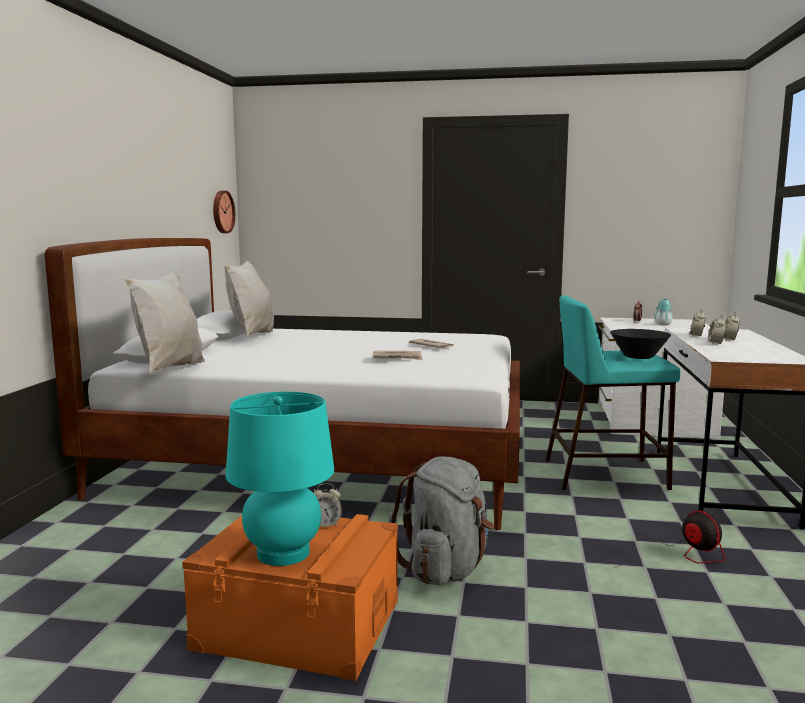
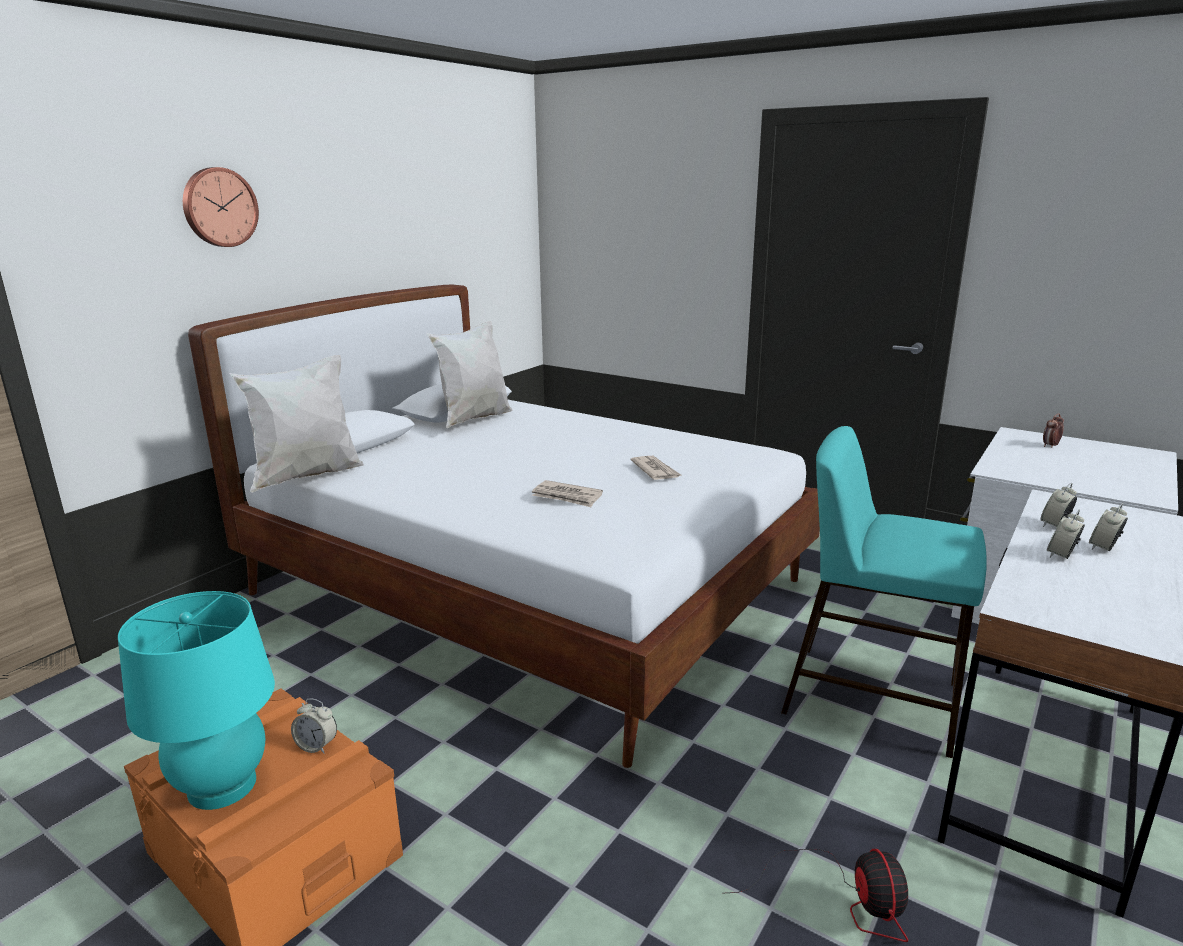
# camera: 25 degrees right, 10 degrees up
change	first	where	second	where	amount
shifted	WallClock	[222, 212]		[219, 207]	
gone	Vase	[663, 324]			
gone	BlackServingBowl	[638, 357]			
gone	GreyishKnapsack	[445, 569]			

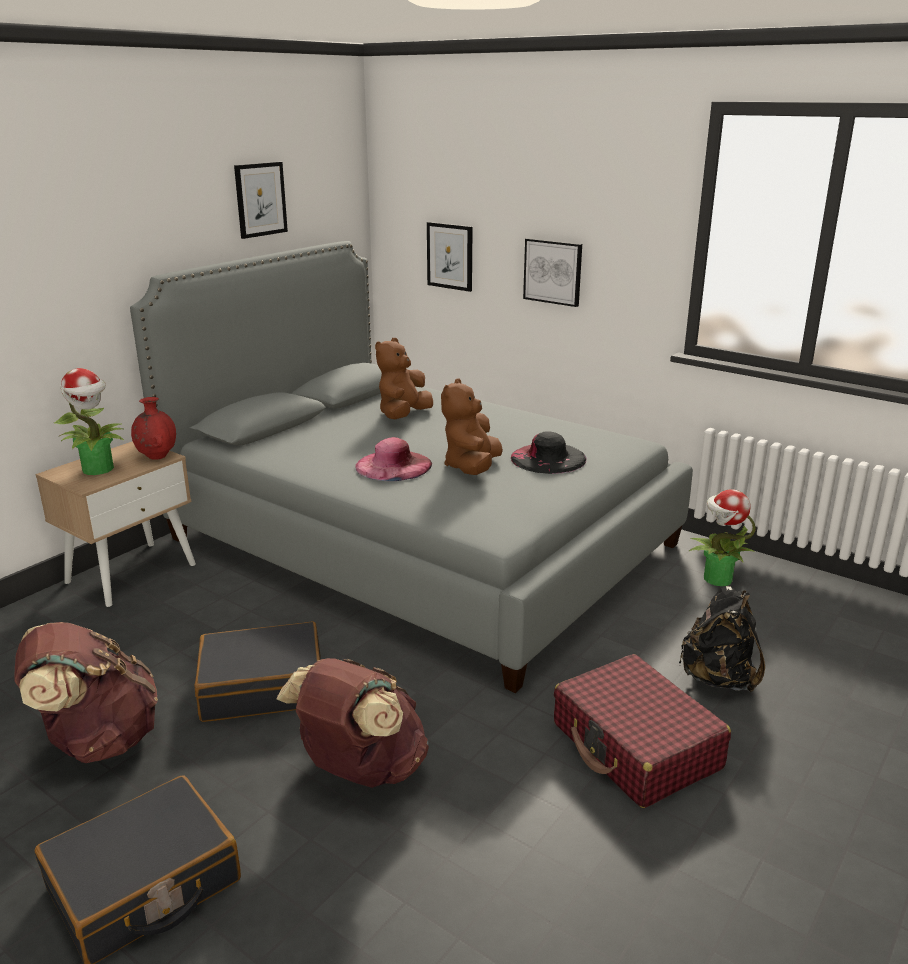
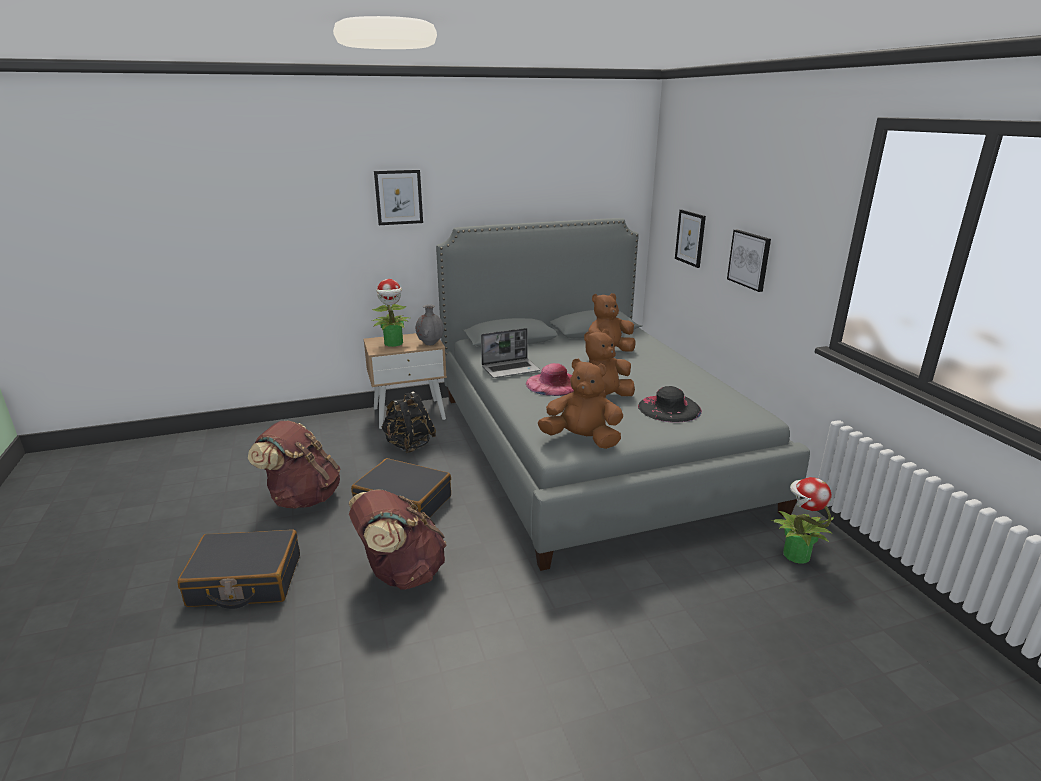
# camera: 35 degrees right, 0 degrees up
change	first	where	second	where	amount
shifted	Picture	[260, 199]		[398, 197]	
repainted	RedColouredVase	[157, 456]	GreyishVase	[430, 343]	
shifted	BlackKnapsack	[718, 678]		[409, 445]	
gone	RedColouredPieceOfLuggage	[636, 746]			
new			PortableComputer	[511, 369]	
new			BrownColouredPlushToy	[582, 440]	

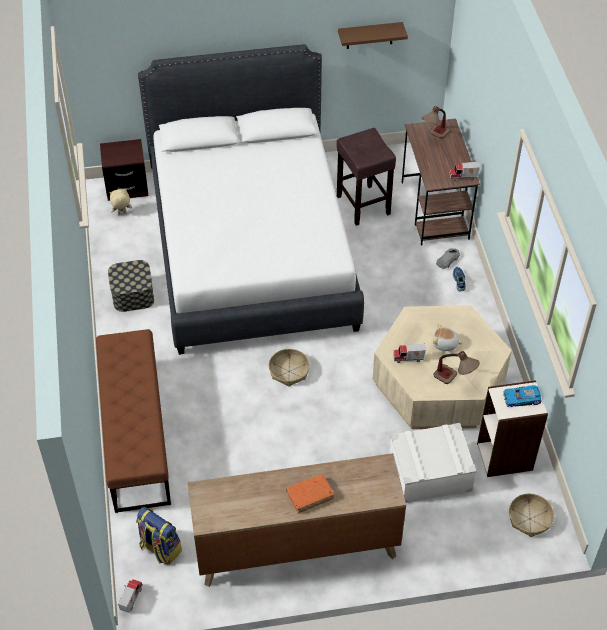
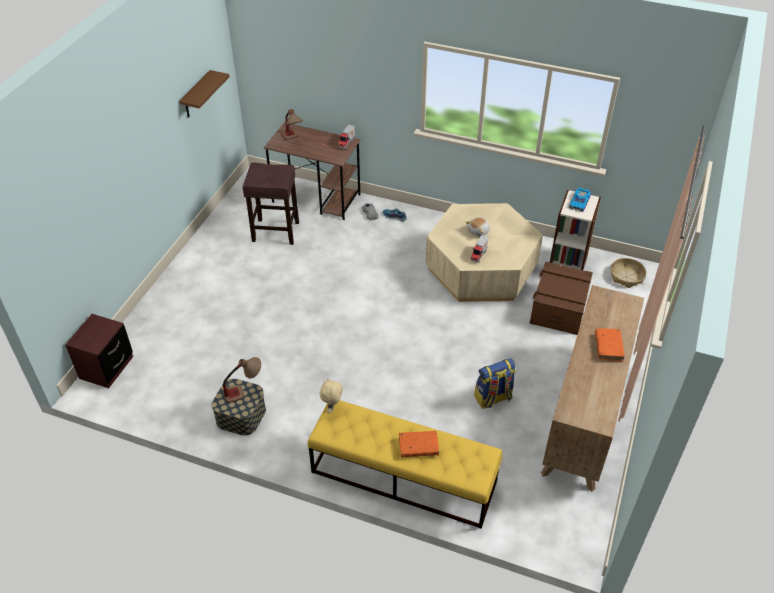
# camera: 60 degrees left, 5 degrees down
change	first	where	second	where	amount
gone	WhiteColouredBed	[252, 248]			
shifted	SandColouredPlushToy	[122, 214]		[332, 408]	
repainted	BrownColouredIndoorBench	[136, 433]	YellowishIndoorBench	[403, 477]	
gone	StorageBasket	[289, 371]			
shifted	TabletopLamp	[455, 380]		[244, 391]	
repainted	WhiteColouredStorageContainer	[430, 473]	BrownColouredStorageContainer	[559, 308]	
shifted	Knapsack	[160, 548]		[493, 398]	
gone	ToyTruck	[130, 599]			
new			OrangeVolume	[418, 447]	

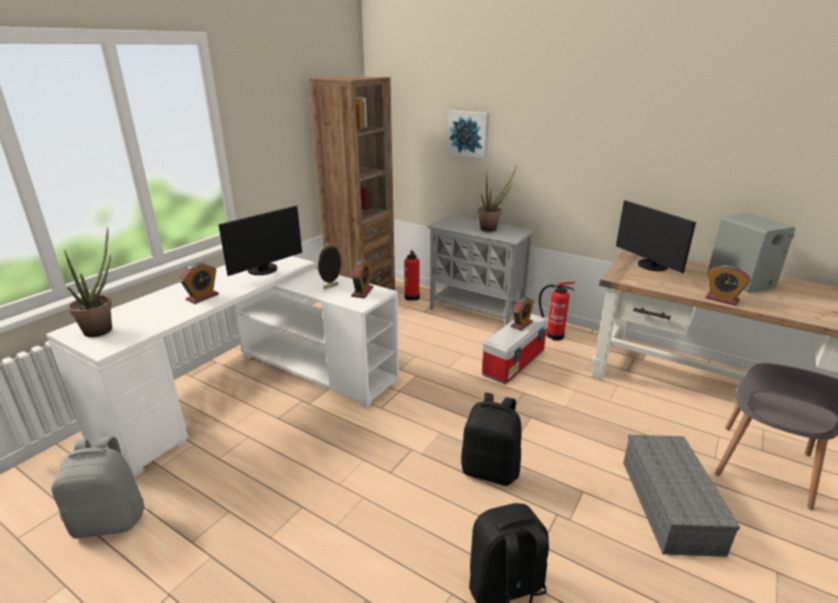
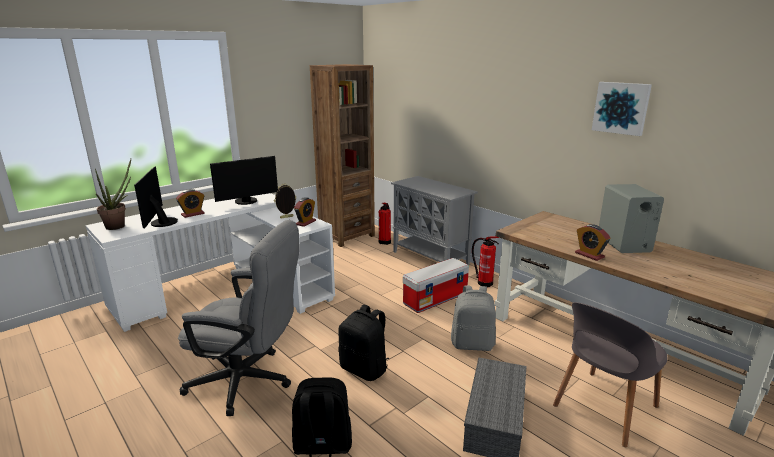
# camera: 15 degrees right, 5 degrees down
change	first	where	second	where	amount
shifted	Picture	[468, 134]		[621, 108]	
gone	PlantInAPot	[491, 228]			
shifted	ComputerScreen	[650, 266]		[161, 223]	
gone	TableClock	[521, 324]			
shifted	GreyishKnapsack	[111, 520]		[472, 344]	
new			GreyishOfficeChair	[249, 381]	

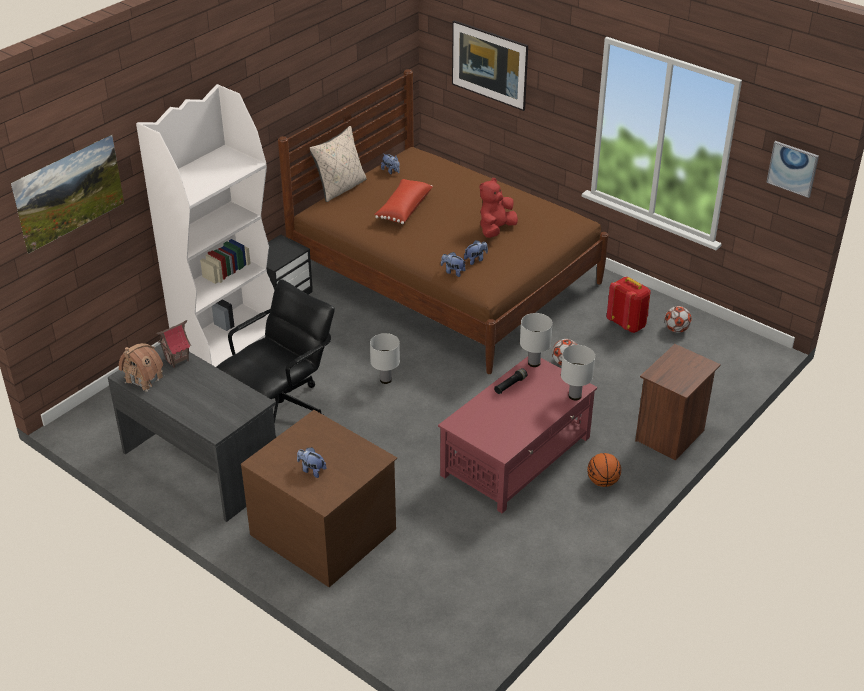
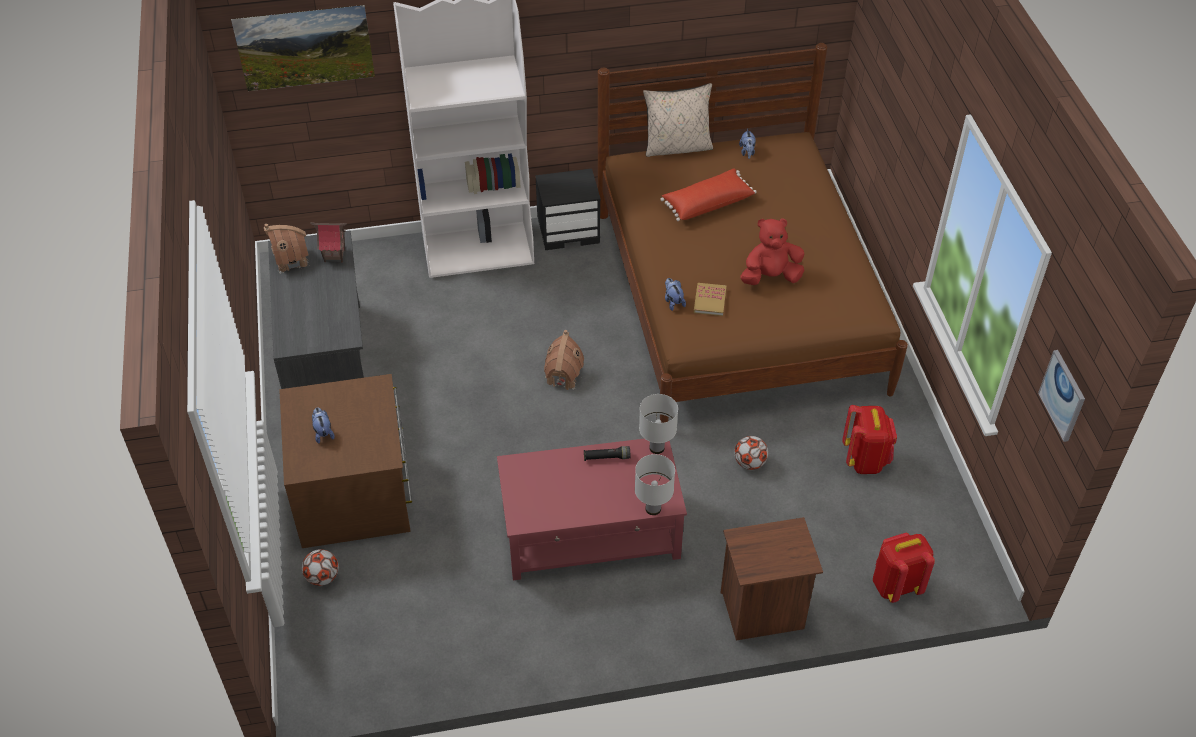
# camera: 40 degrees right, 10 degrees up
change	first	where	second	where	amount
gone	Picture	[489, 80]			
swapped	PlushToy	[475, 260]	Volume	[710, 300]	
gone	BlackOfficeChair	[282, 409]			
shifted	FootballBall	[676, 329]		[322, 577]	
swapped	WhiteColouredTabletopLamp	[385, 380]	ToyHouse	[563, 376]	
gone	BasketballBall	[602, 482]			
new			RedColouredKnapsack	[896, 585]	

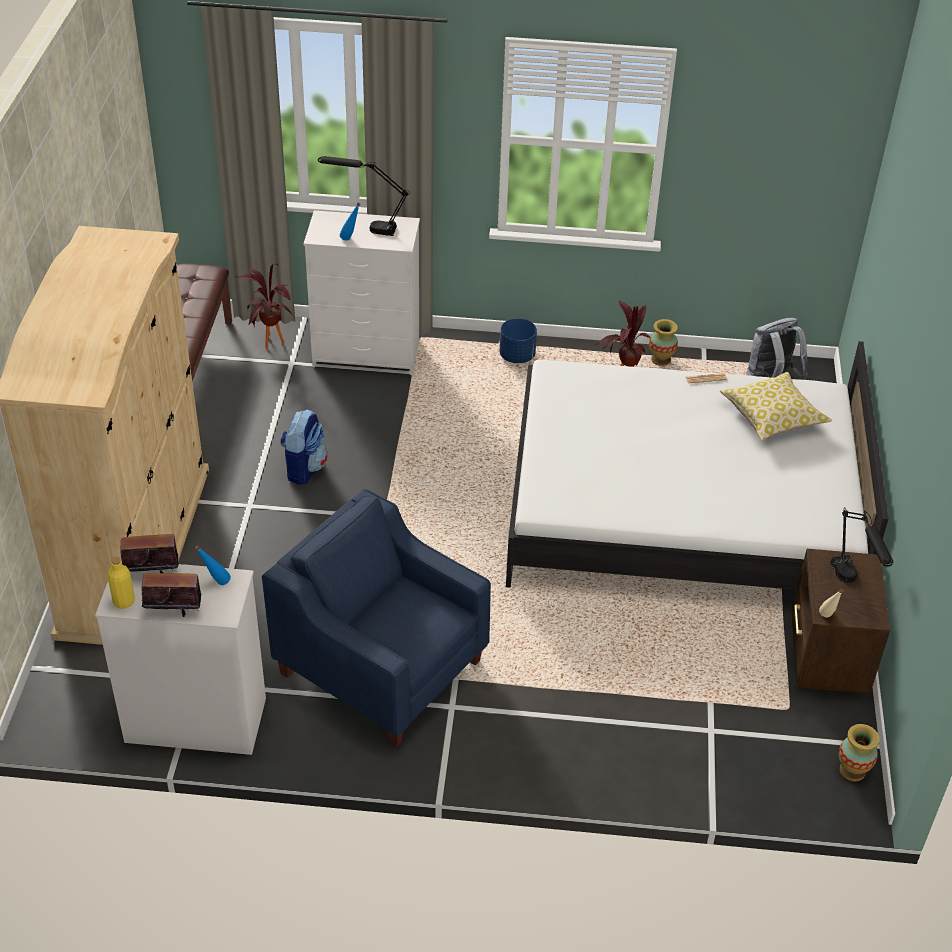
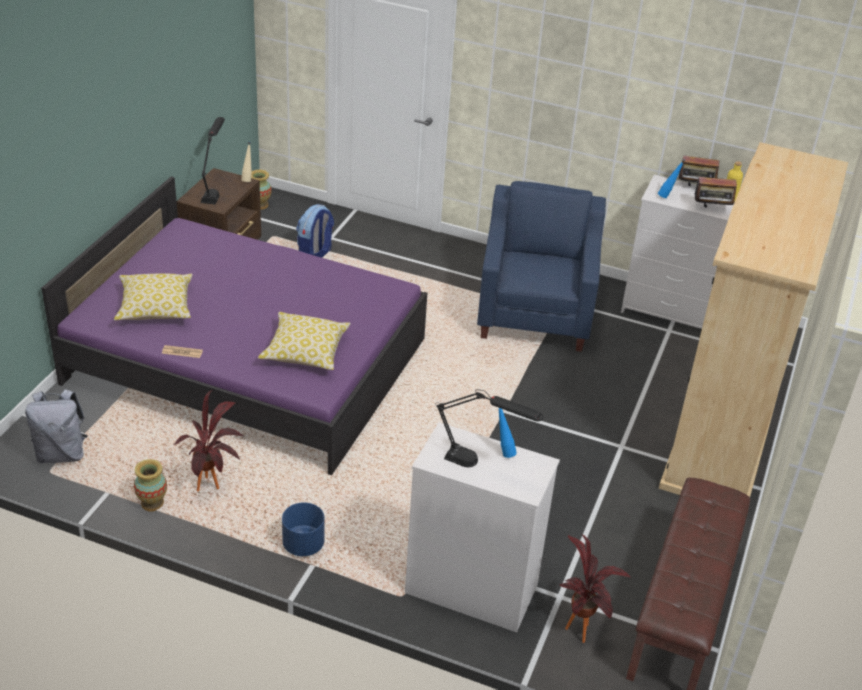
# camera: 165 degrees left, 5 degrees down
change	first	where	second	where	amount
repainted	WhiteColouredBed	[681, 509]	PurpleColouredBed	[247, 361]	
shifted	Knapsack	[304, 468]		[315, 255]	
rotated	BlueArmchair	[381, 667]		[535, 312]	135 degrees counterclockwise
new			Cushion	[305, 351]	

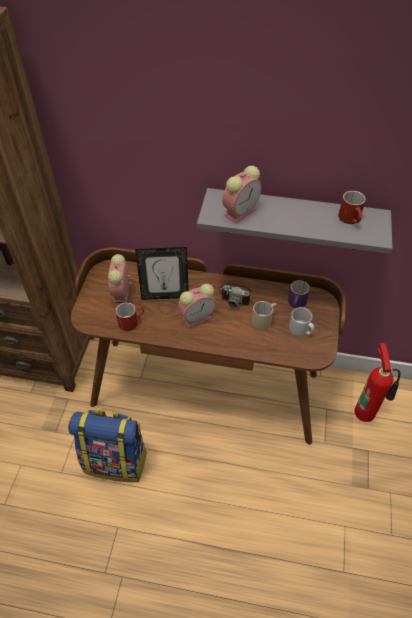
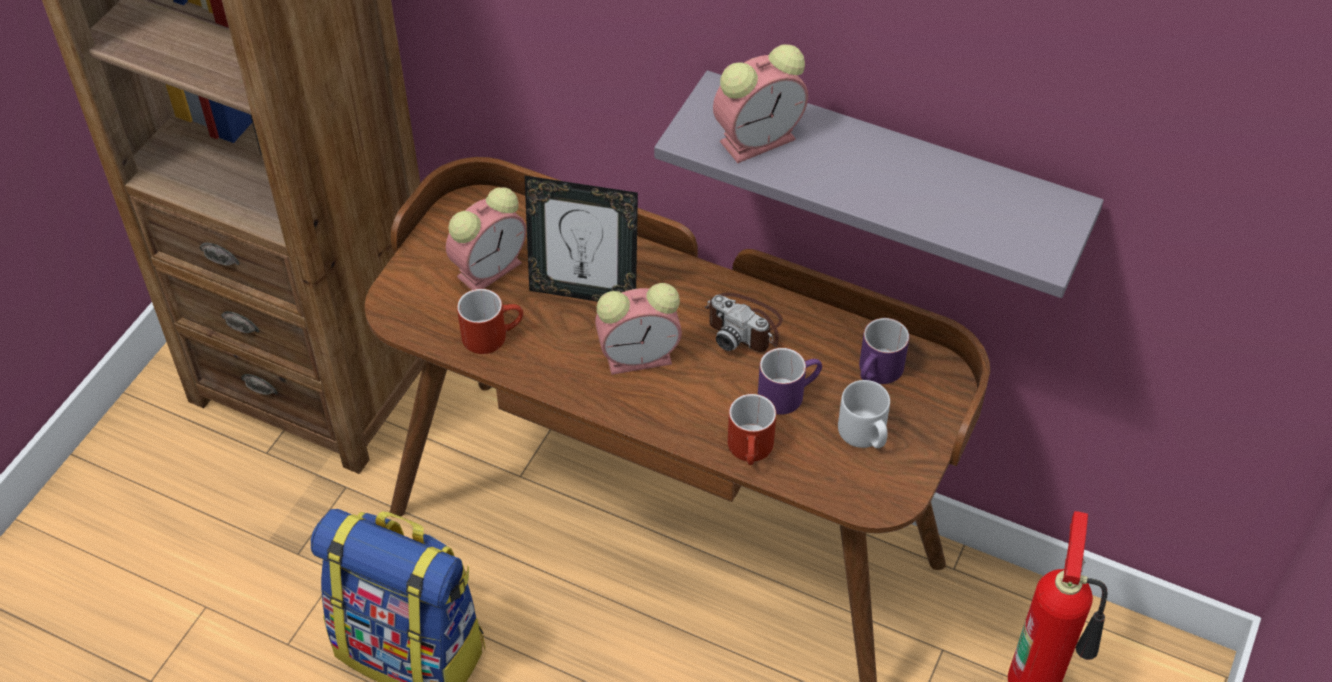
# camera: 15 degrees right, 0 degrees up
change	first	where	second	where	amount
shifted	RedColouredTeaMug	[351, 220]		[752, 451]	
rotated	TableClock	[122, 293]		[491, 268]	150 degrees counterclockwise
repainted	SandColouredTeaMug	[264, 319]	PurpleColouredTeaMug	[788, 392]	

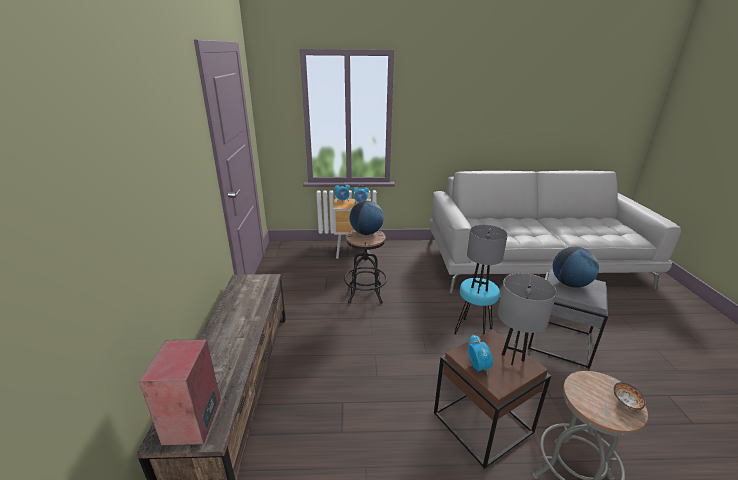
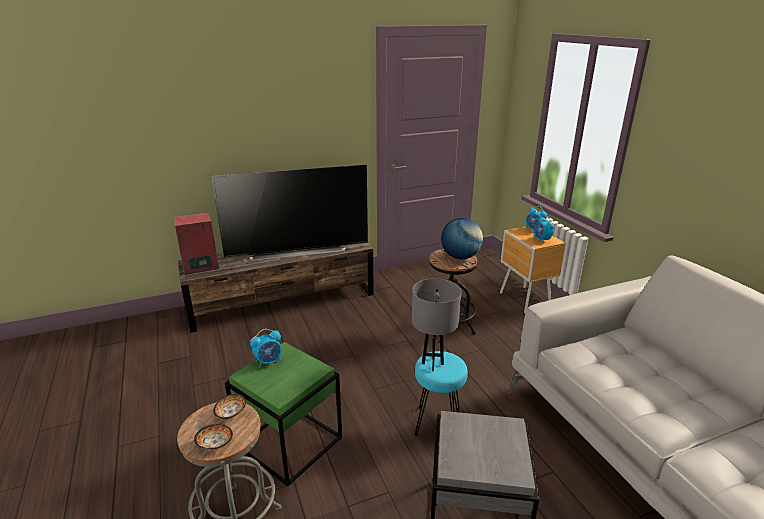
# camera: 70 degrees right, 0 degrees up
change	first	where	second	where	amount
gone	Globe	[570, 284]			
gone	GreyishTabletopLamp	[513, 358]			
repainted	BrownColouredSideTable	[481, 422]	GreenishSideTable	[289, 442]	
new			Tv	[297, 250]	
new			ServingBowl	[231, 413]	

